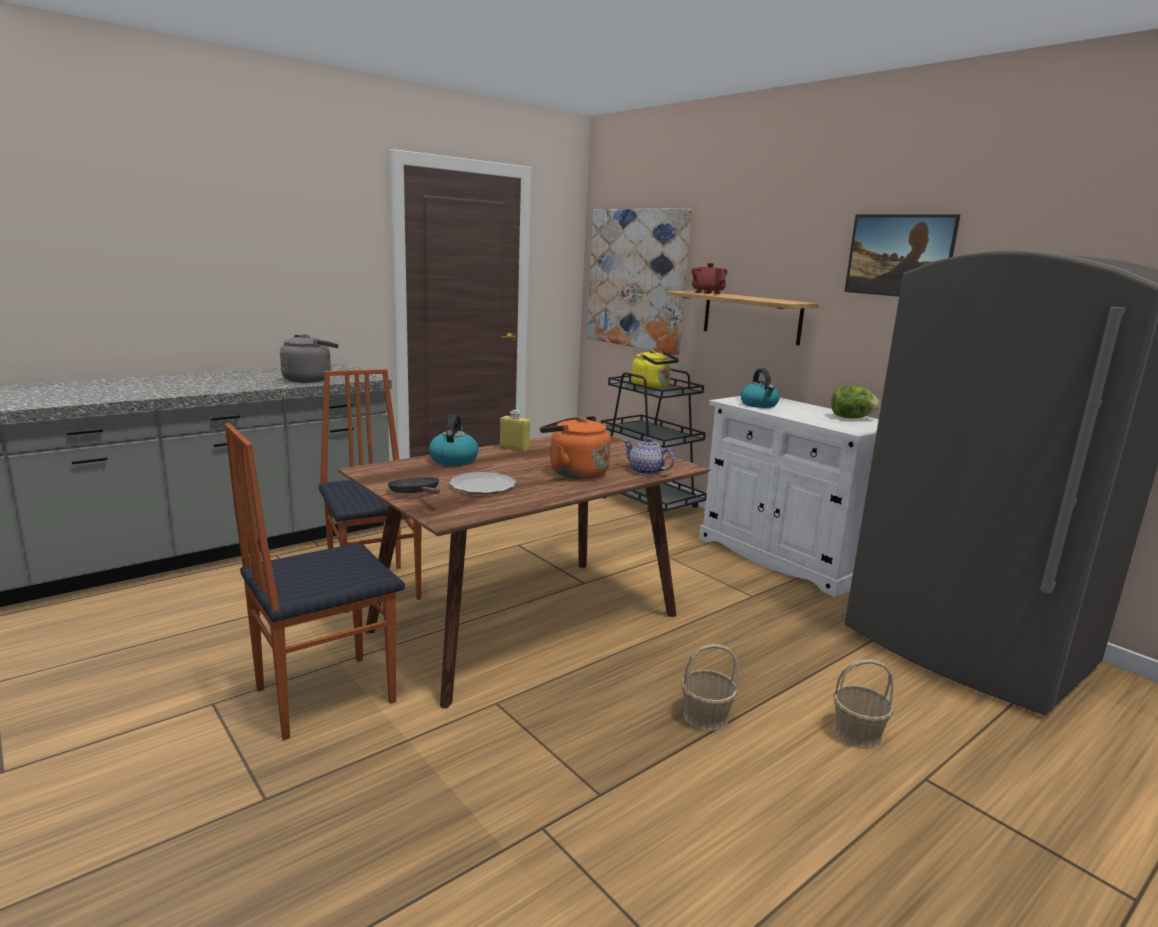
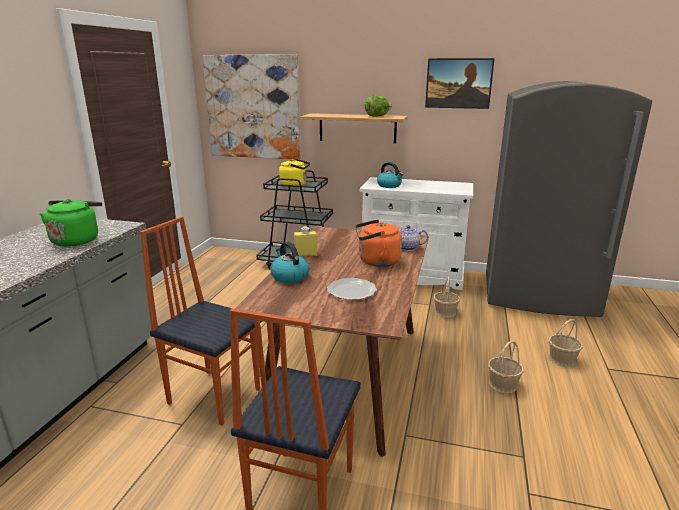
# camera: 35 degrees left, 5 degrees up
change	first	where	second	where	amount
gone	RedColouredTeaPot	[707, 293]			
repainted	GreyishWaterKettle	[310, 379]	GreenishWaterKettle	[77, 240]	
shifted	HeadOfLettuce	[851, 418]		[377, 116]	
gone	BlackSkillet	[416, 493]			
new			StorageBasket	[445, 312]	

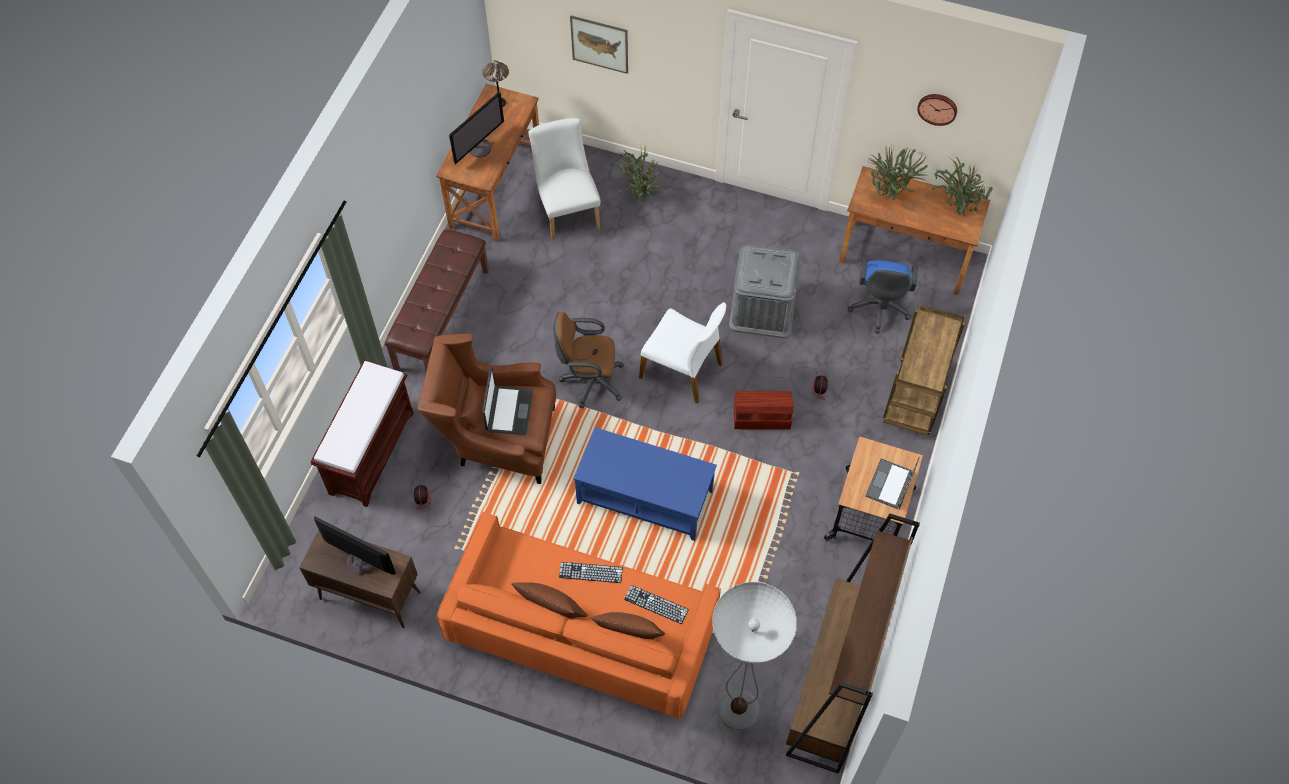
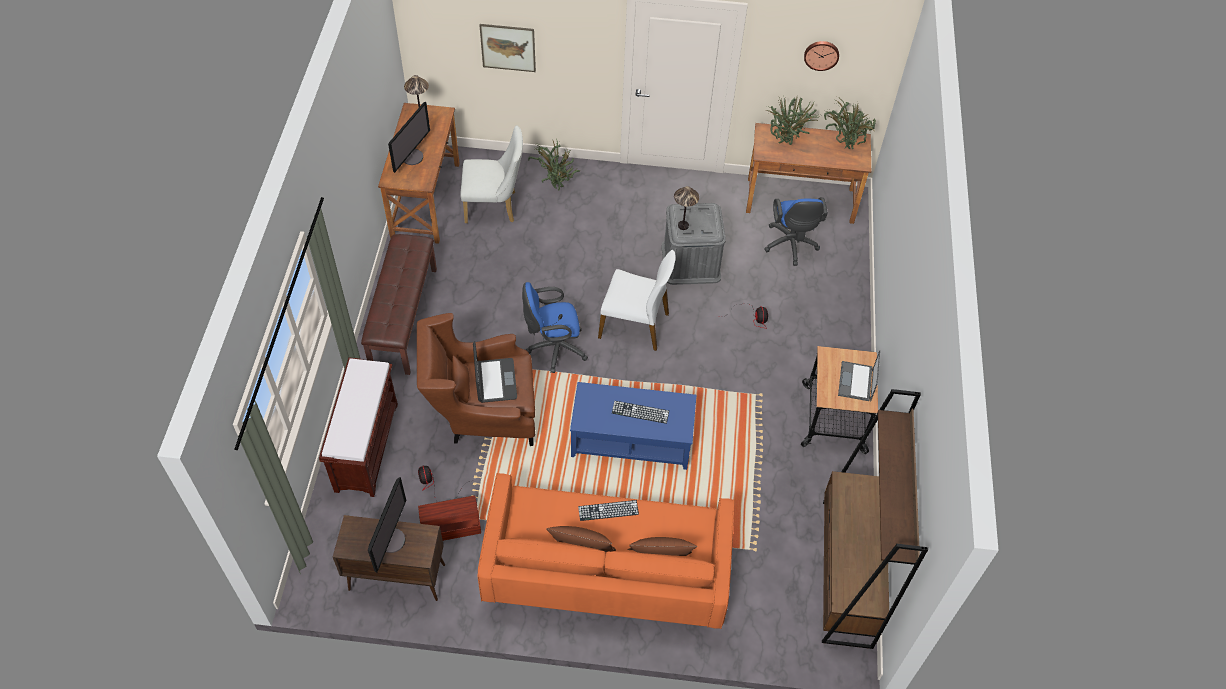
# camera: 15 degrees left, 5 degrees down
change	first	where	second	where	amount
rotated	WhiteColouredUprightChair	[567, 210]		[495, 207]	120 degrees clockwise
gone	BrownColouredTrolley	[915, 399]			
repainted	BrownColouredOfficeChair	[589, 381]	BlueOfficeChair	[554, 348]	
shifted	BrownColouredStorageContainer	[761, 417]		[450, 526]	
rotated	ComputerScreen	[360, 561]		[391, 540]	90 degrees clockwise
gone	StandardLamp	[738, 709]			
shifted	Keyboard	[656, 604]		[640, 412]	
new			TabletopLamp	[683, 225]	

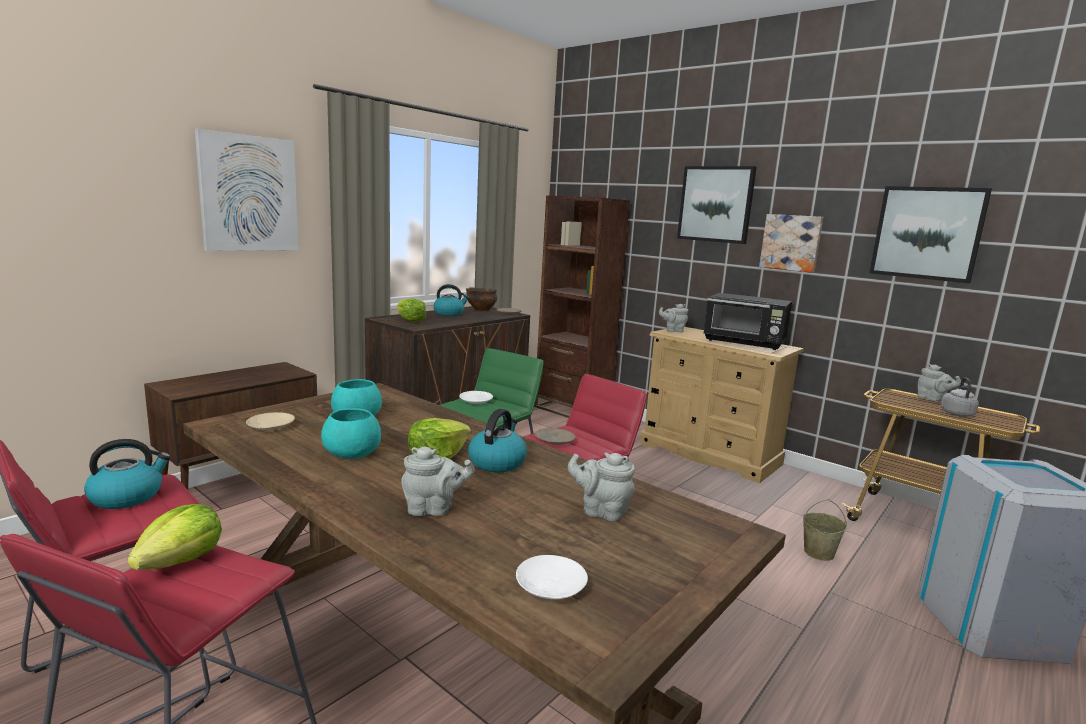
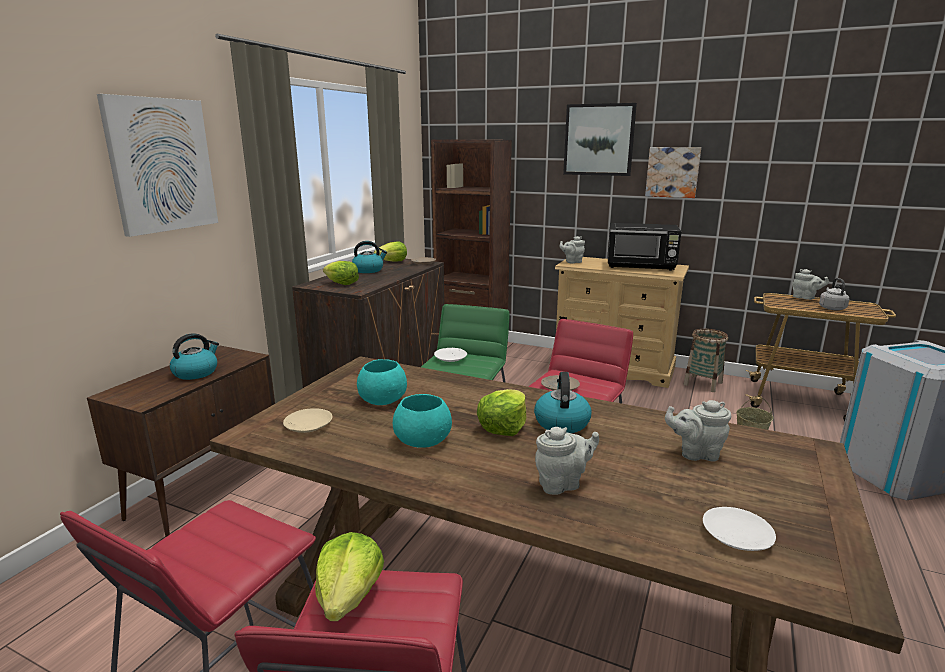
# camera: 15 degrees left, 5 degrees up
change	first	where	second	where	amount
gone	Picture	[927, 233]			
swapped	ServingBowl	[481, 309]	HeadOfLettuce	[392, 262]	
shifted	WaterKettle	[127, 496]		[196, 372]	
new			StorageBasket	[703, 384]	

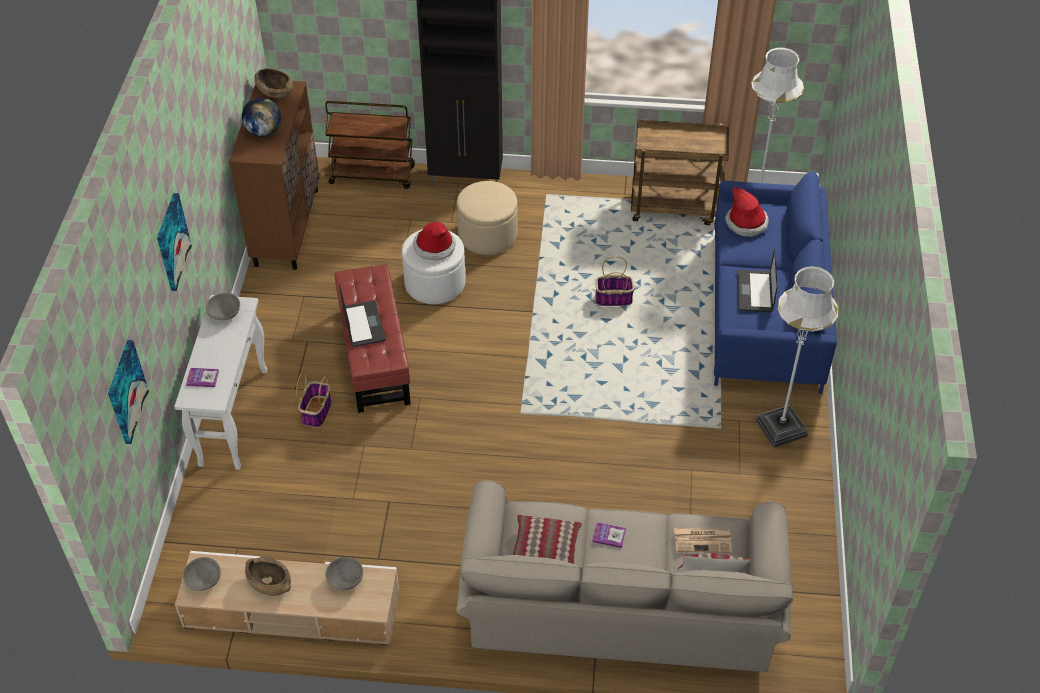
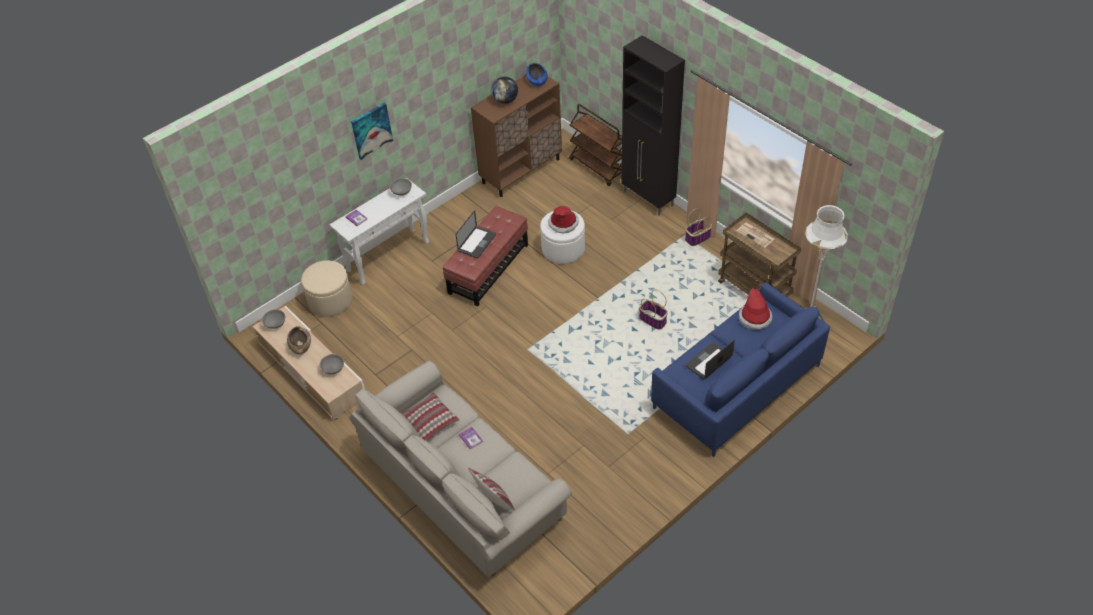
# camera: 45 degrees right, 0 degrees up
change	first	where	second	where	amount
repainted	BrownColouredServingBowl	[275, 91]	BlueServingBowl	[537, 80]	
shifted	SandColouredPouffe	[487, 235]		[330, 300]	
gone	WhiteColouredStandardLamp	[781, 428]			
gone	Picture	[126, 392]			
shifted	StorageBasket	[316, 411]		[698, 238]	
shifted	DailyPaper	[703, 540]		[756, 235]	

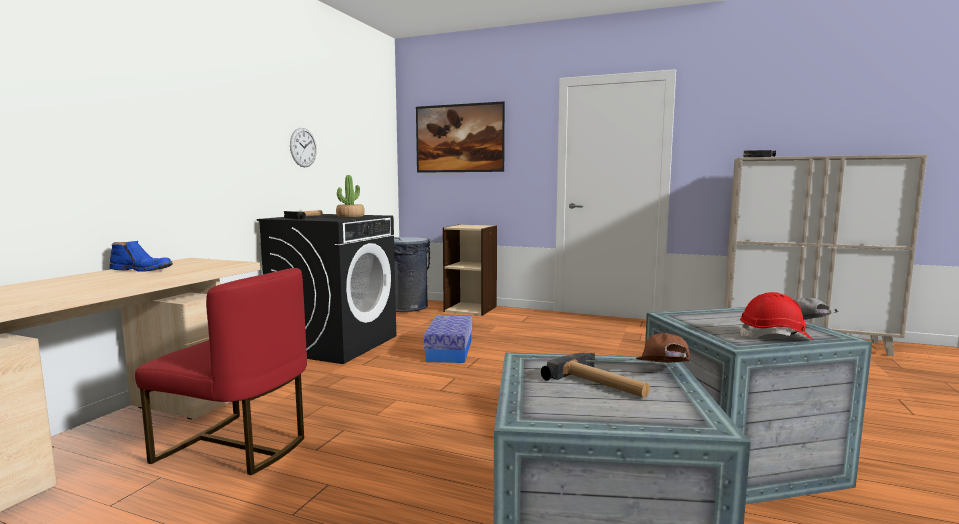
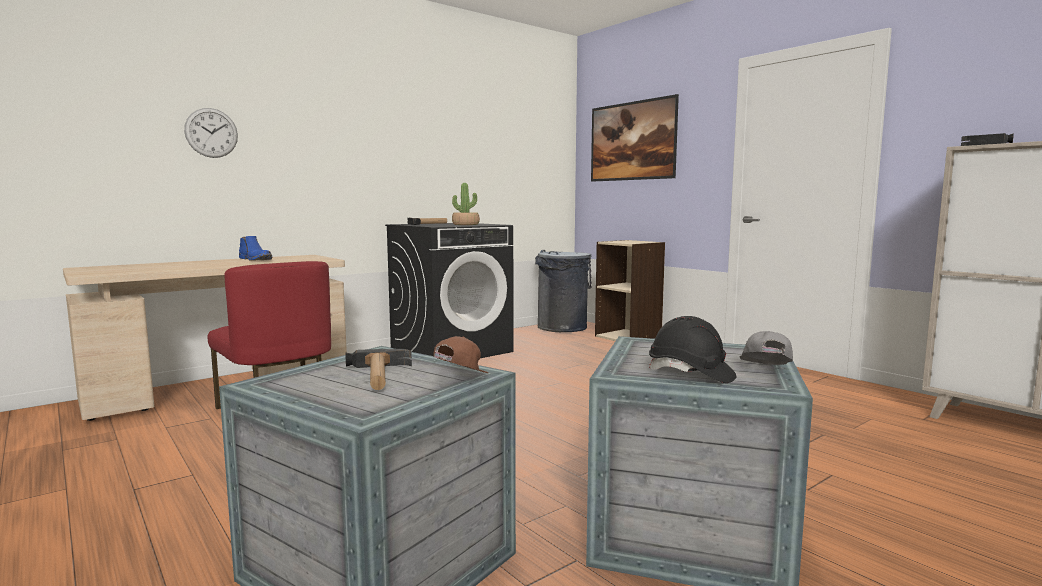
# camera: 30 degrees right, 0 degrees up
change	first	where	second	where	amount
shifted	WallClock	[303, 147]		[211, 133]	
repainted	RedColouredSafetyHelmet	[775, 336]	BlackSafetyHelmet	[690, 374]	
gone	StorageContainer	[449, 351]			

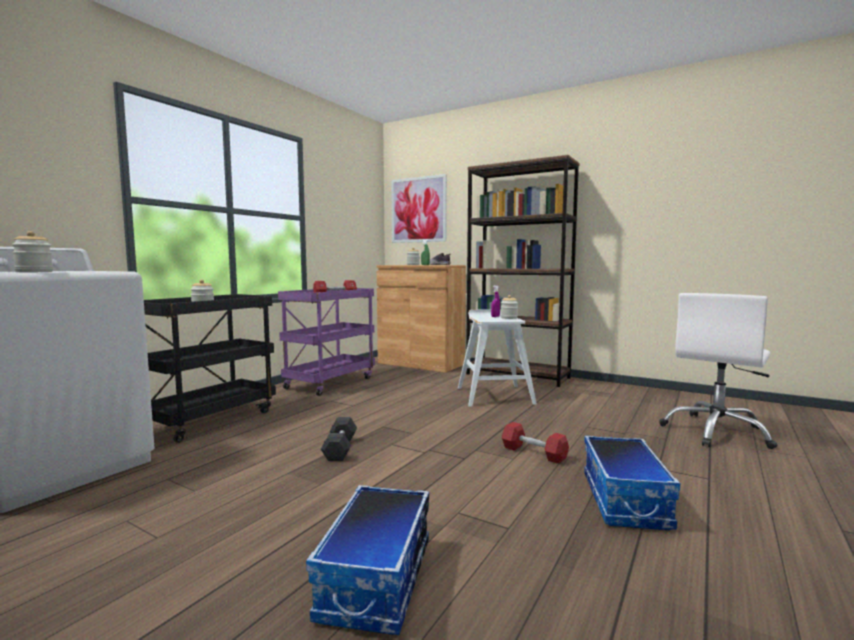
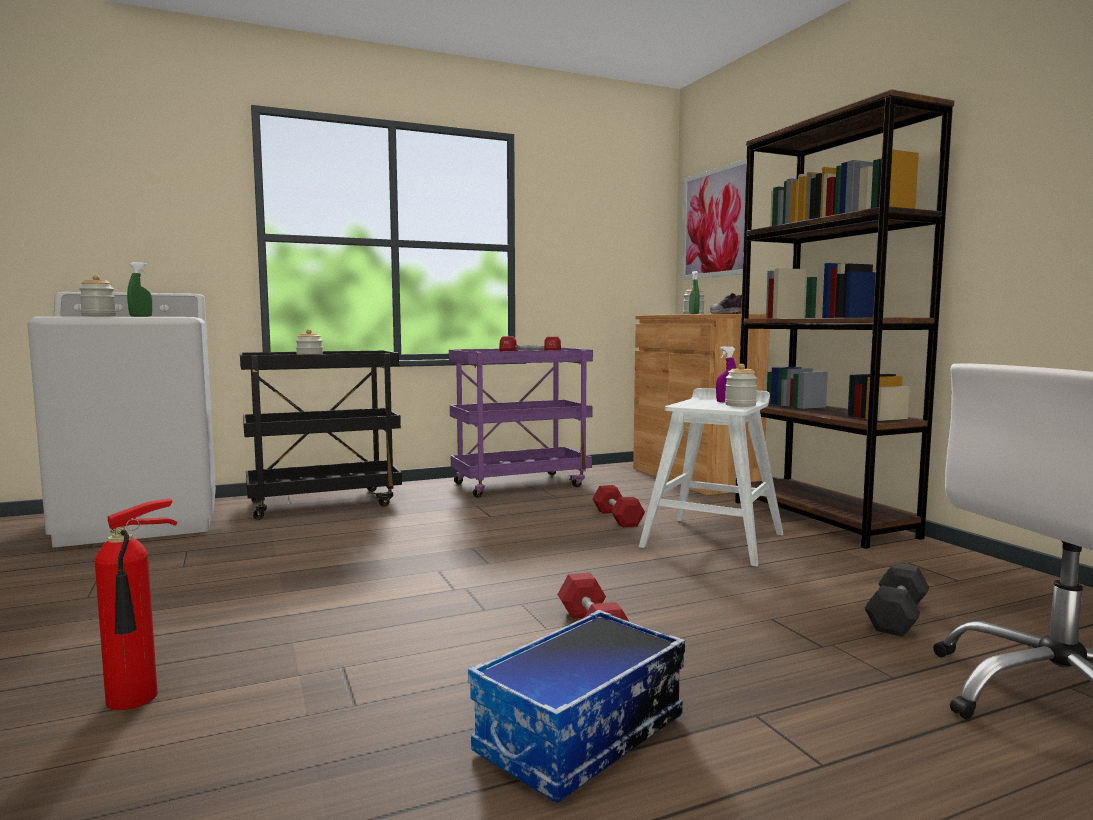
# camera: 35 degrees right, 0 degrees up
change	first	where	second	where	amount
shifted	BlackDumbbell	[340, 449]		[896, 616]	
swapped	StorageContainer	[378, 580]	Extinguisher	[137, 699]	
new			GreenishSprayBottle	[141, 316]	
new			RedColouredDumbbell	[617, 518]	

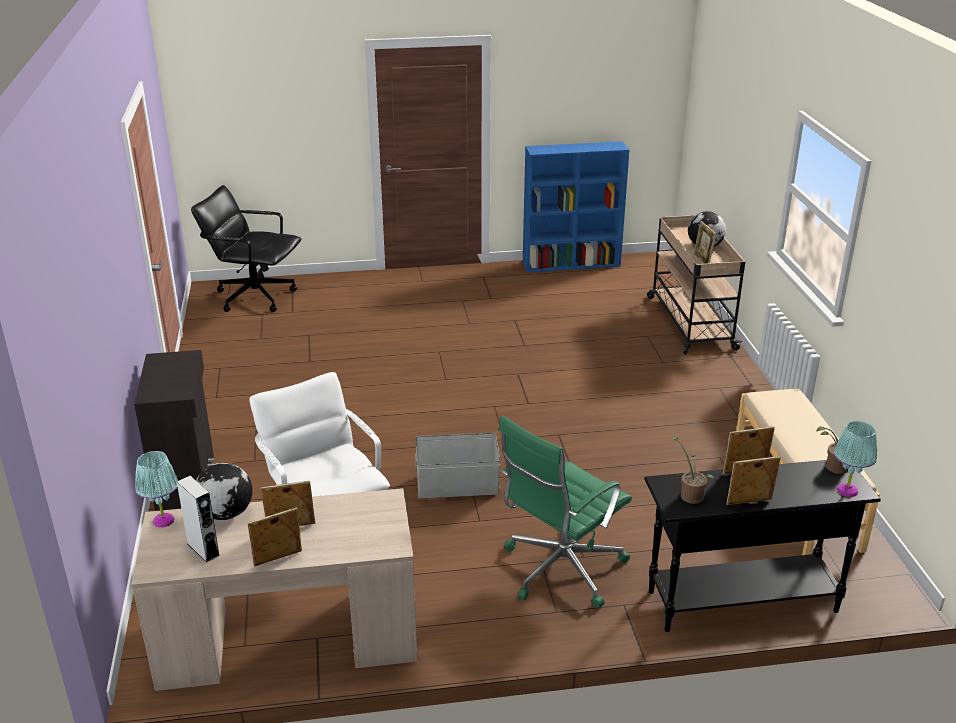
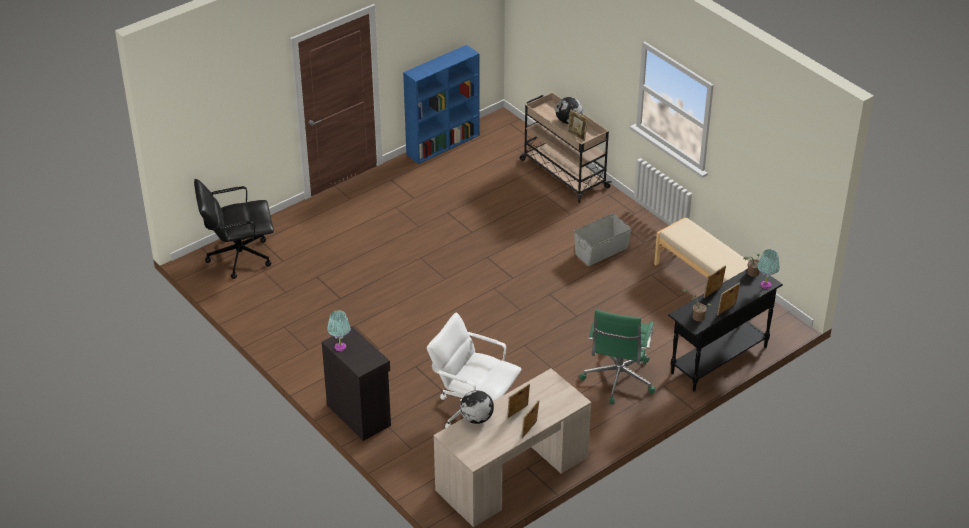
# camera: 30 degrees left, 10 degrees up
change	first	where	second	where	amount
shifted	GreyishStorageContainer	[458, 485]		[601, 251]	
shifted	TurquoiseColouredTabletopLamp	[163, 521]		[340, 347]	
gone	GreyishSpeaker	[203, 549]			

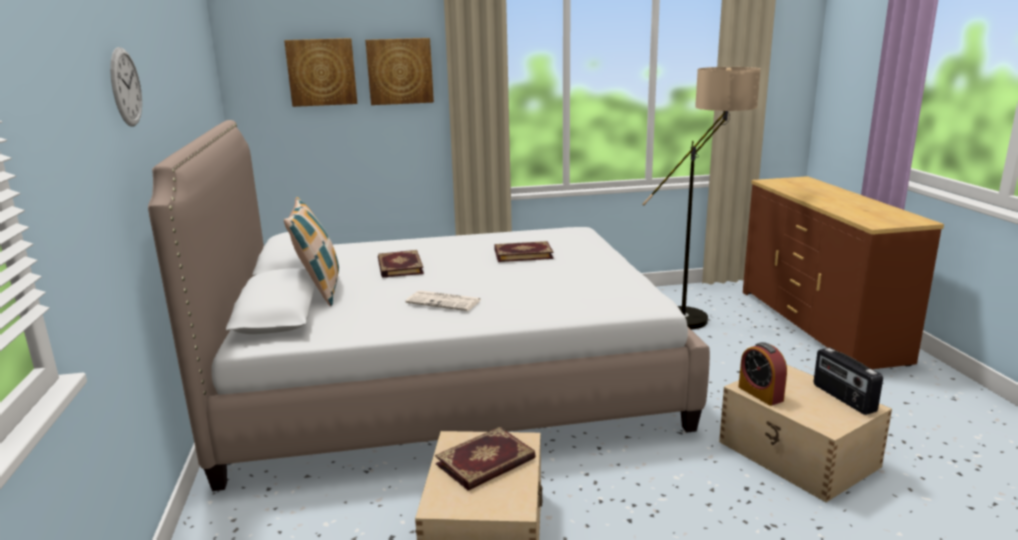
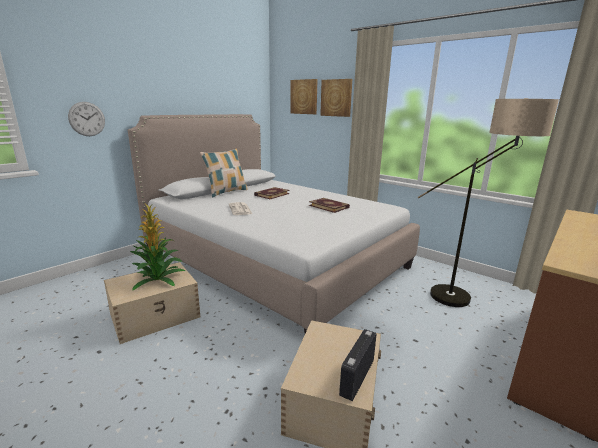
# camera: 50 degrees right, 0 degrees up
change	first	where	second	where	amount
shifted	WallClock	[125, 87]		[87, 119]	
gone	TableClock	[760, 394]			
swapped	Volume	[486, 462]	PlantInAPot	[158, 279]	

